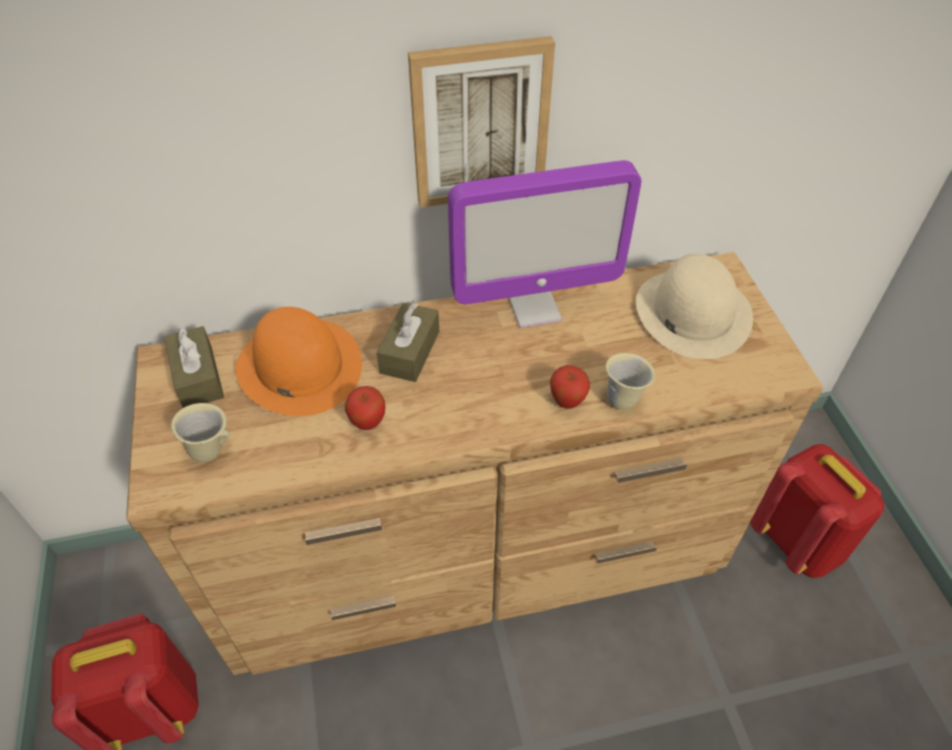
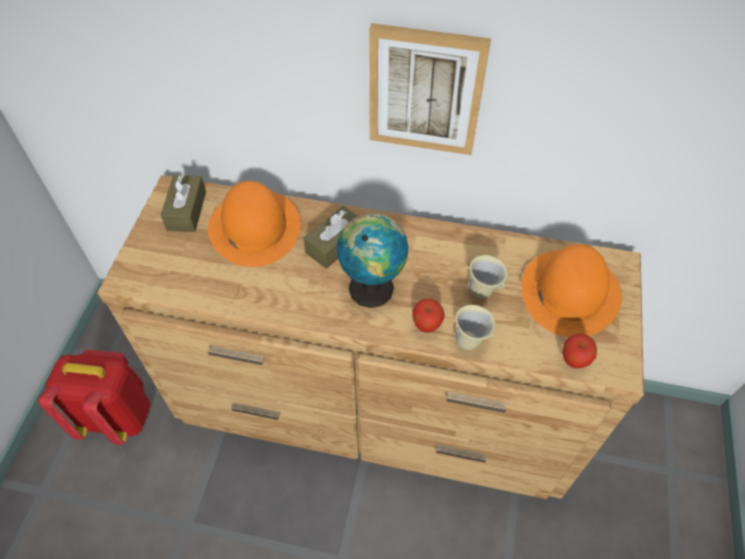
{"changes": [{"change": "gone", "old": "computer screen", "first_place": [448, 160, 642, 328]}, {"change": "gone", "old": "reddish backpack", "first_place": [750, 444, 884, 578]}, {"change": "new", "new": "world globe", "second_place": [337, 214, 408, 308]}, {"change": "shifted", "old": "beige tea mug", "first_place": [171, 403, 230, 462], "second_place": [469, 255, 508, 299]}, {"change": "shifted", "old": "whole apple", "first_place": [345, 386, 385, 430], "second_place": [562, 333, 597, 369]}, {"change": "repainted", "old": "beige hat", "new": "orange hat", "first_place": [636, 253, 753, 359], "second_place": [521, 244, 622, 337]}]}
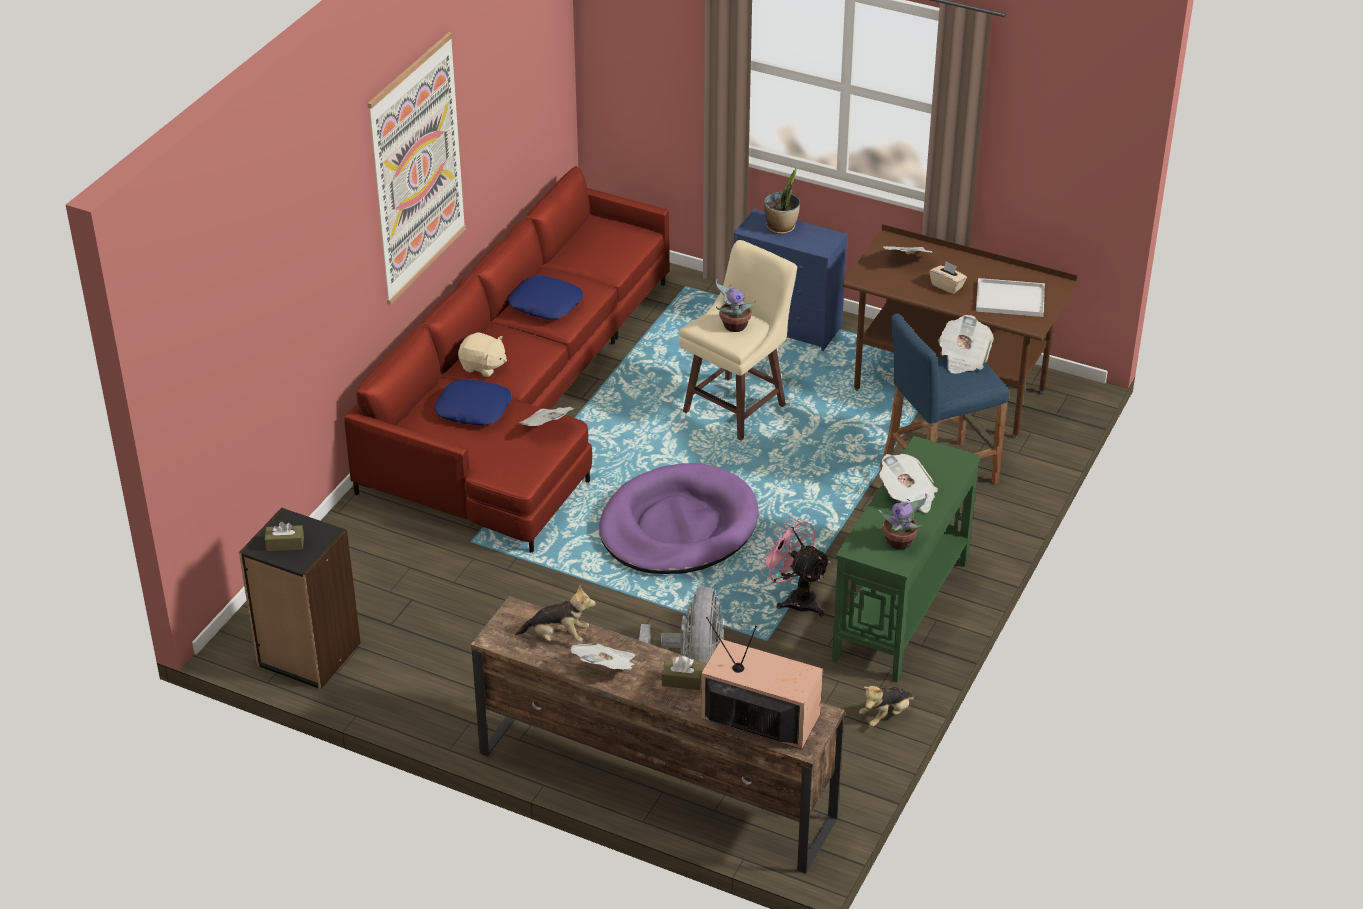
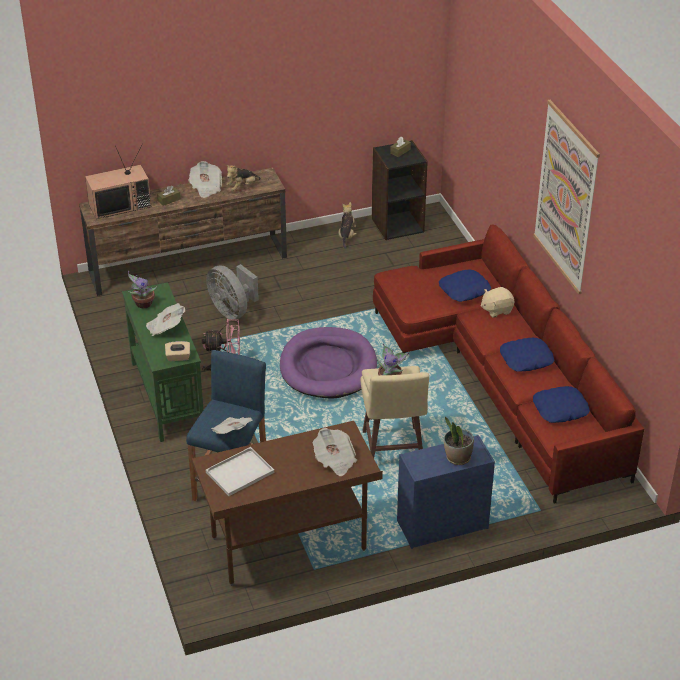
{"changes": [{"change": "gone", "old": "newspaper", "first_place": [519, 407, 574, 426]}, {"change": "new", "new": "bluish cushion", "second_place": [533, 386, 590, 423]}, {"change": "shifted", "old": "cuddly toy", "first_place": [859, 686, 916, 727], "second_place": [338, 202, 357, 249]}, {"change": "shifted", "old": "beige box of tissues", "first_place": [930, 261, 967, 294], "second_place": [165, 341, 190, 361]}]}
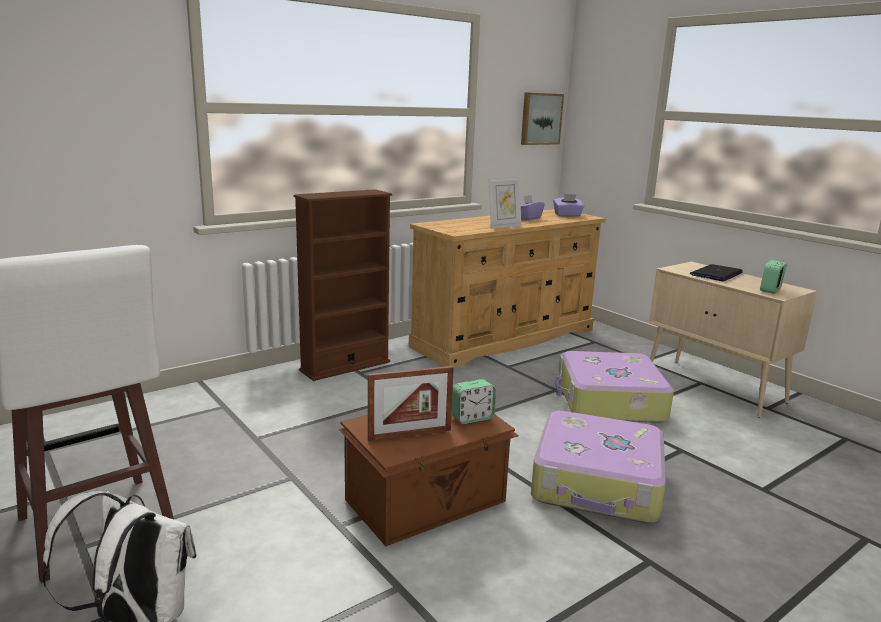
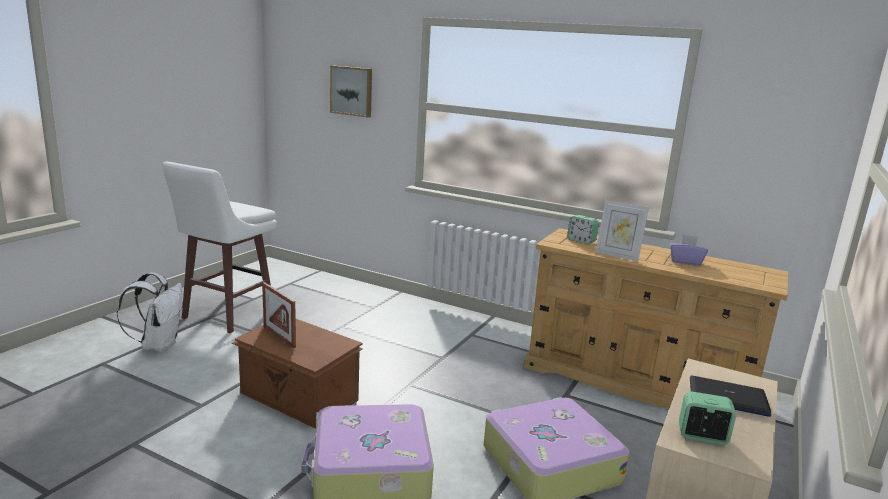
{"changes": [{"change": "gone", "old": "brown-coloured shelving unit", "first_place": [294, 189, 392, 381]}, {"change": "gone", "old": "purple box of tissues", "first_place": [553, 194, 584, 217]}, {"change": "shifted", "old": "table clock", "first_place": [452, 379, 496, 424], "second_place": [567, 215, 599, 244]}, {"change": "shifted", "old": "picture", "first_place": [521, 93, 564, 145], "second_place": [330, 66, 372, 118]}]}
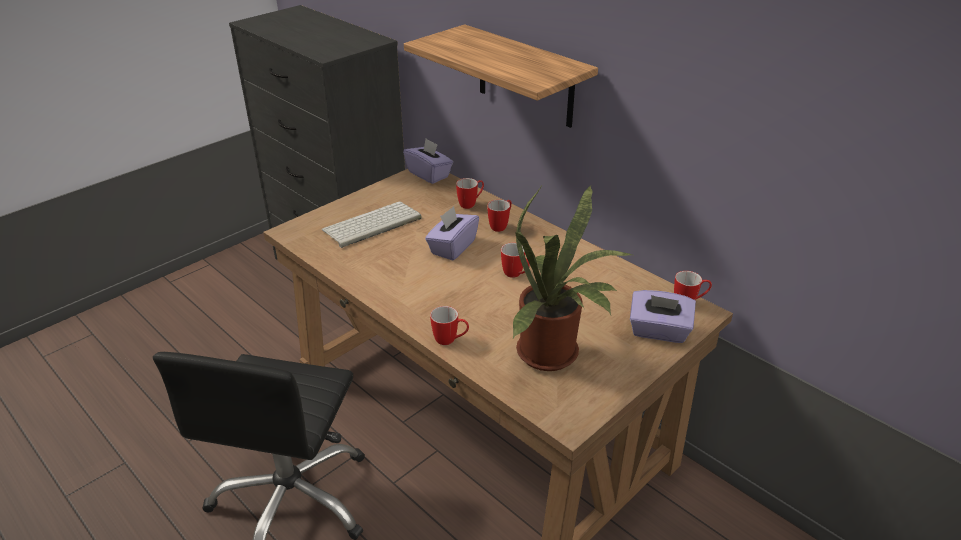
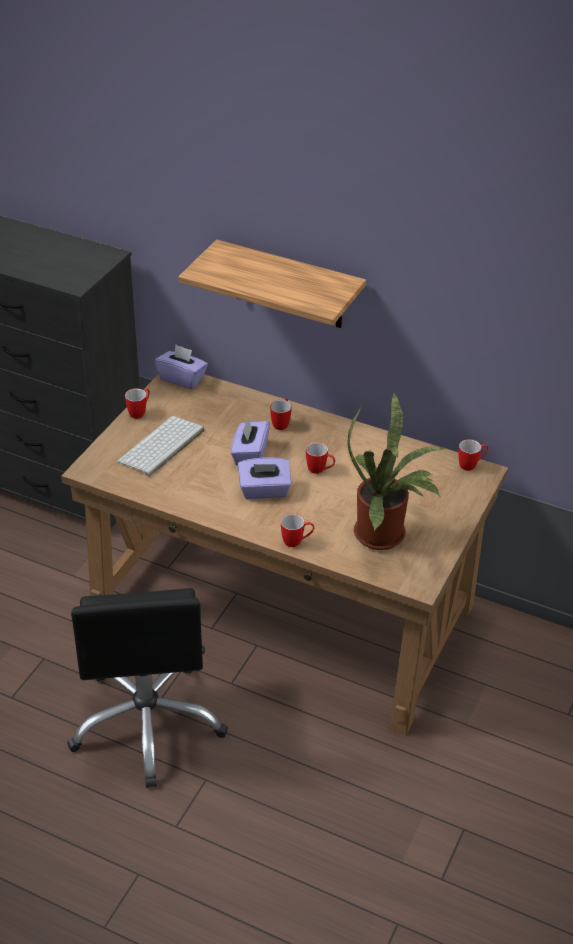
{"changes": [{"change": "shifted", "old": "tea mug", "first_place": [456, 178, 484, 209], "second_place": [125, 388, 150, 419]}, {"change": "shifted", "old": "purple box of tissues", "first_place": [630, 290, 696, 343], "second_place": [238, 458, 291, 499]}]}
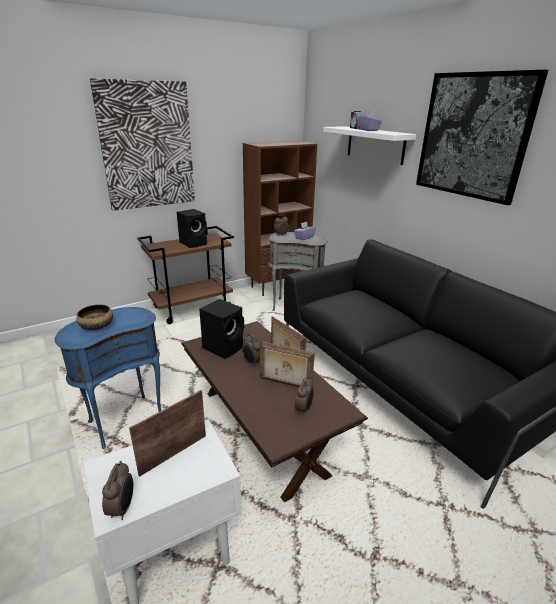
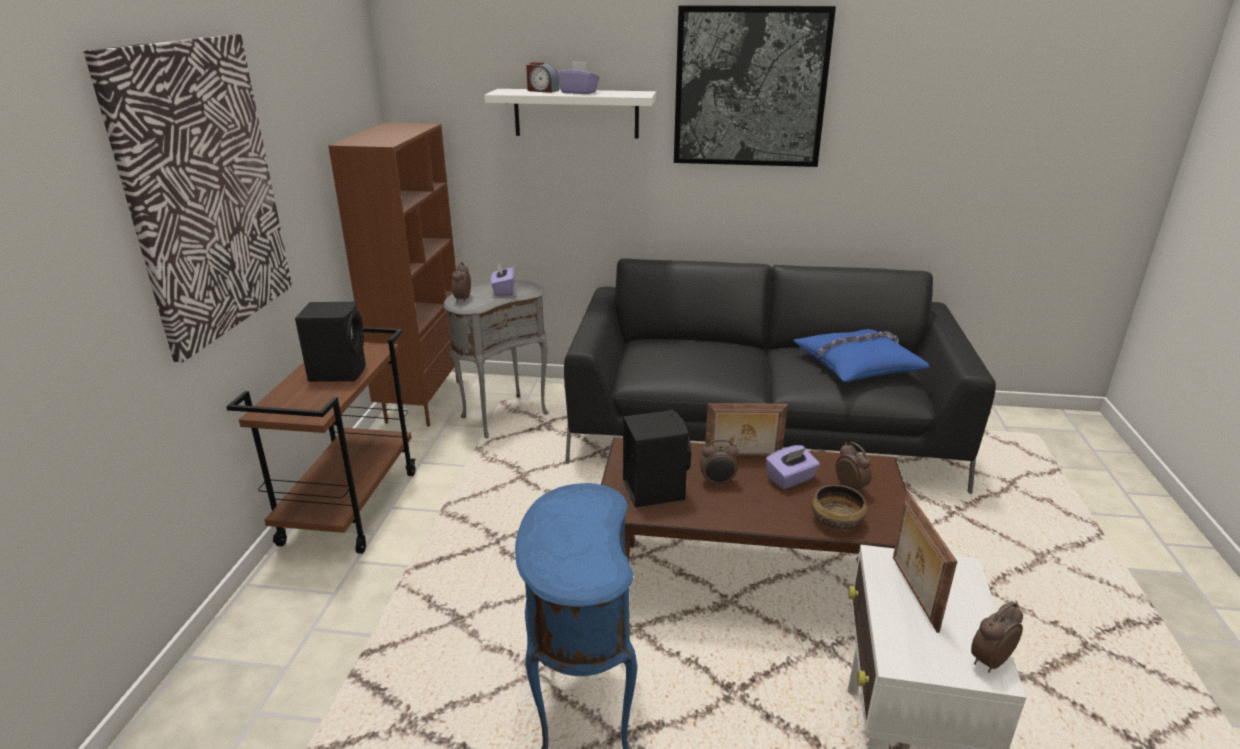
{"changes": [{"change": "new", "new": "bluish cushion", "second_place": [793, 329, 929, 382]}, {"change": "shifted", "old": "bowl", "first_place": [76, 304, 113, 330], "second_place": [812, 485, 867, 530]}, {"change": "swapped", "old": "picture frame", "new": "purple box of tissues", "first_place": [260, 341, 315, 387], "second_place": [765, 445, 820, 489]}, {"change": "rotated", "old": "table clock", "first_place": [102, 461, 133, 520], "second_place": [971, 602, 1023, 673], "degrees": -75}]}
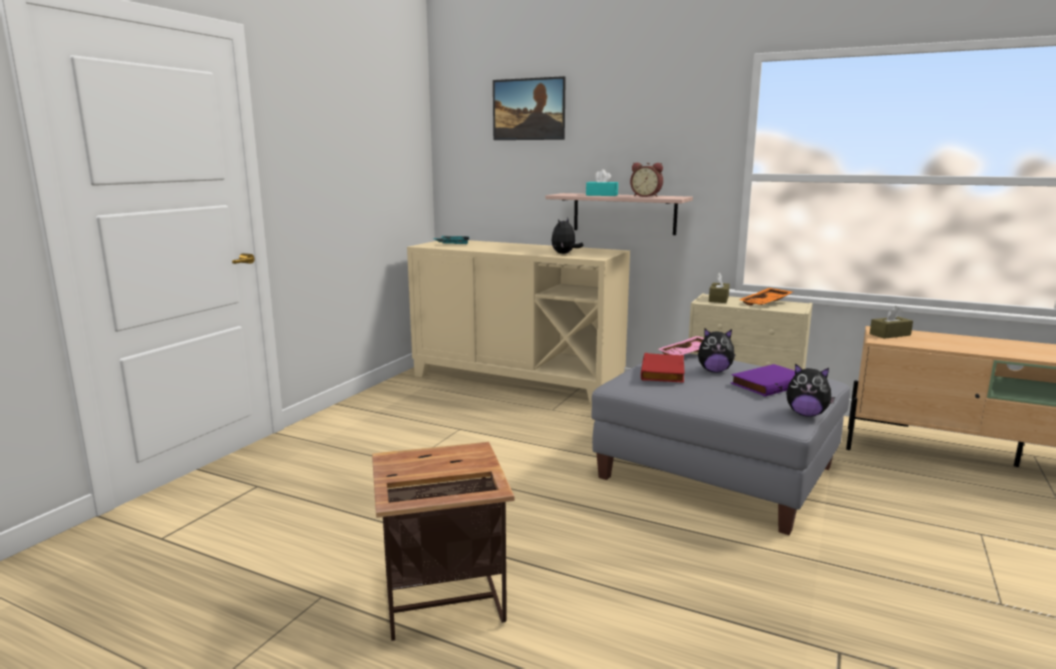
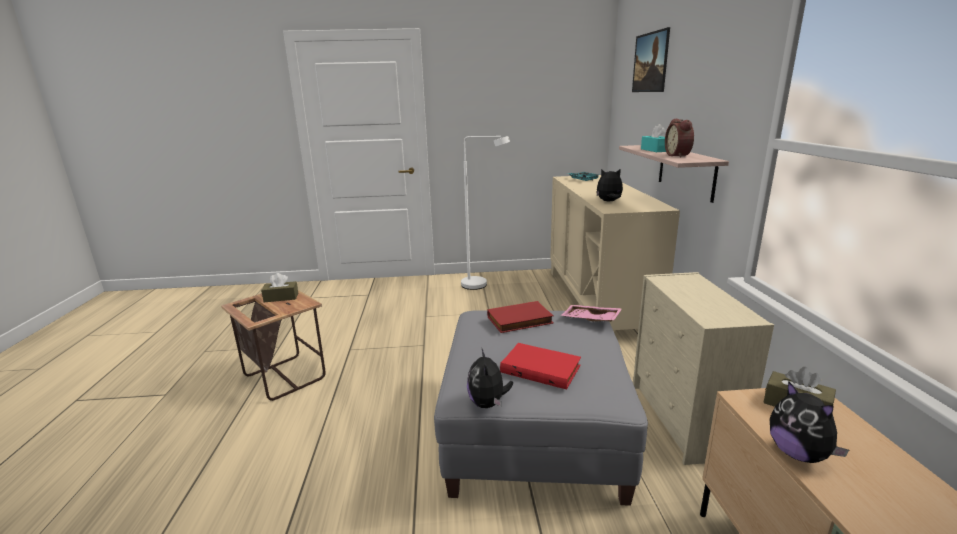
{"changes": [{"change": "gone", "old": "orange serving tray", "first_place": [739, 288, 793, 306]}, {"change": "new", "new": "white-coloured standing lamp", "second_place": [461, 136, 510, 290]}, {"change": "shifted", "old": "cuddly toy", "first_place": [698, 329, 736, 372], "second_place": [770, 381, 849, 463]}, {"change": "shifted", "old": "brown-coloured box of tissues", "first_place": [709, 272, 730, 303], "second_place": [261, 273, 298, 302]}, {"change": "repainted", "old": "purple bound book", "new": "reddish bound book", "first_place": [731, 364, 795, 396], "second_place": [500, 343, 581, 389]}]}
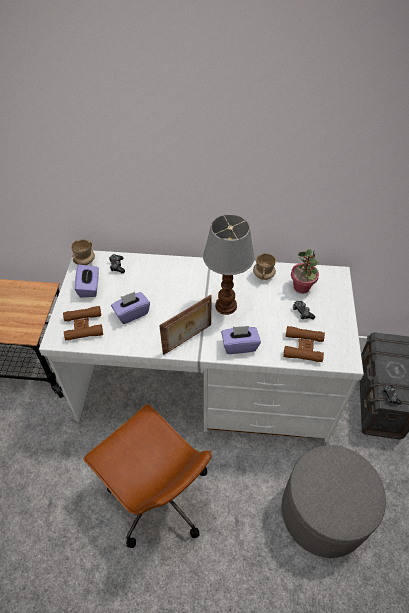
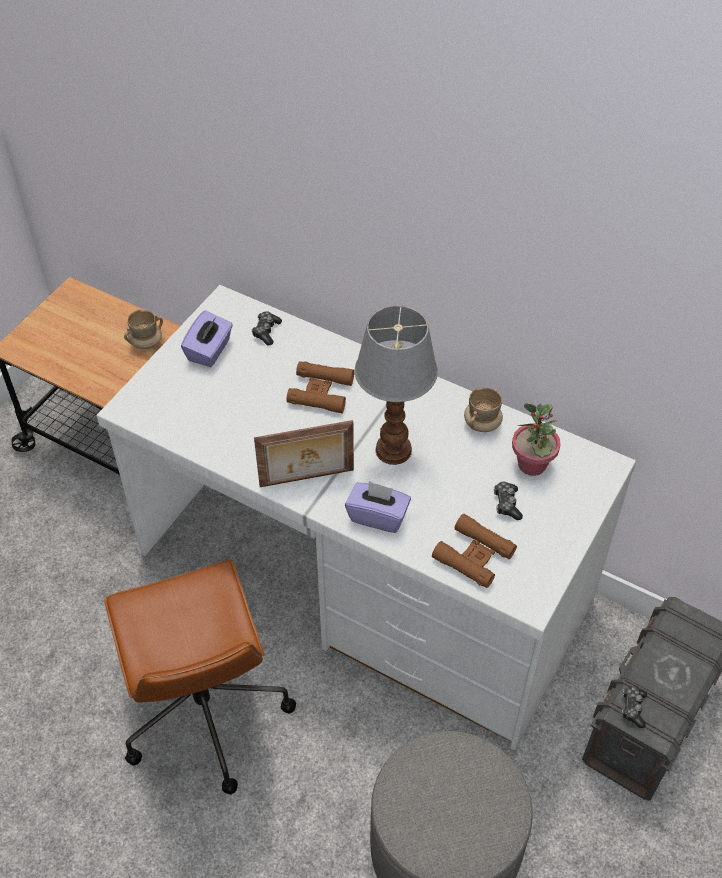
{"changes": [{"change": "gone", "old": "purple box of tissues", "first_place": [111, 292, 150, 324]}, {"change": "shifted", "old": "brown-coloured pair of binoculars", "first_place": [63, 306, 103, 340], "second_place": [286, 361, 354, 413]}, {"change": "shifted", "old": "beige tea mug", "first_place": [71, 239, 95, 265], "second_place": [124, 309, 163, 349]}]}
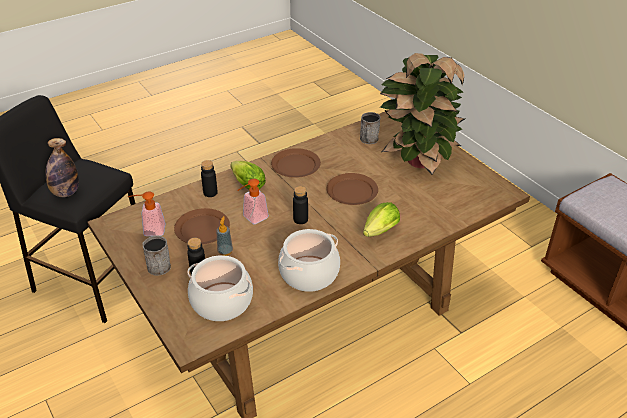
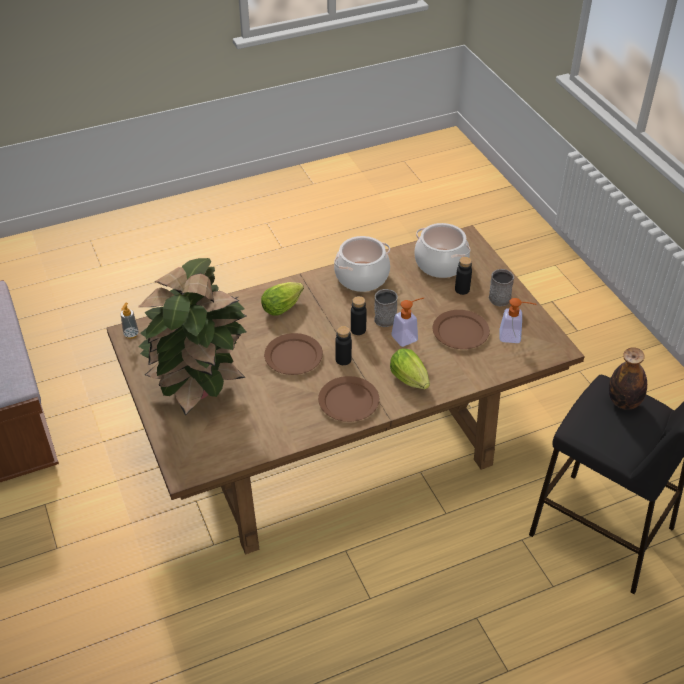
{"changes": [{"change": "shifted", "old": "blackish beverage bottle", "first_place": [201, 160, 218, 197], "second_place": [335, 326, 352, 365]}, {"change": "shifted", "old": "soap bottle", "first_place": [216, 216, 233, 256], "second_place": [121, 303, 139, 339]}, {"change": "shifted", "old": "gray tea mug", "first_place": [360, 112, 380, 144], "second_place": [374, 289, 398, 327]}]}
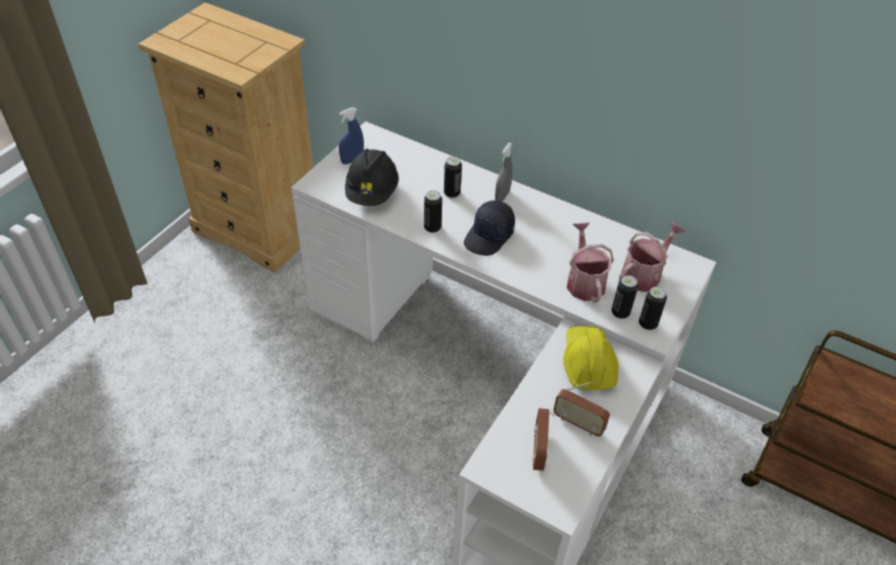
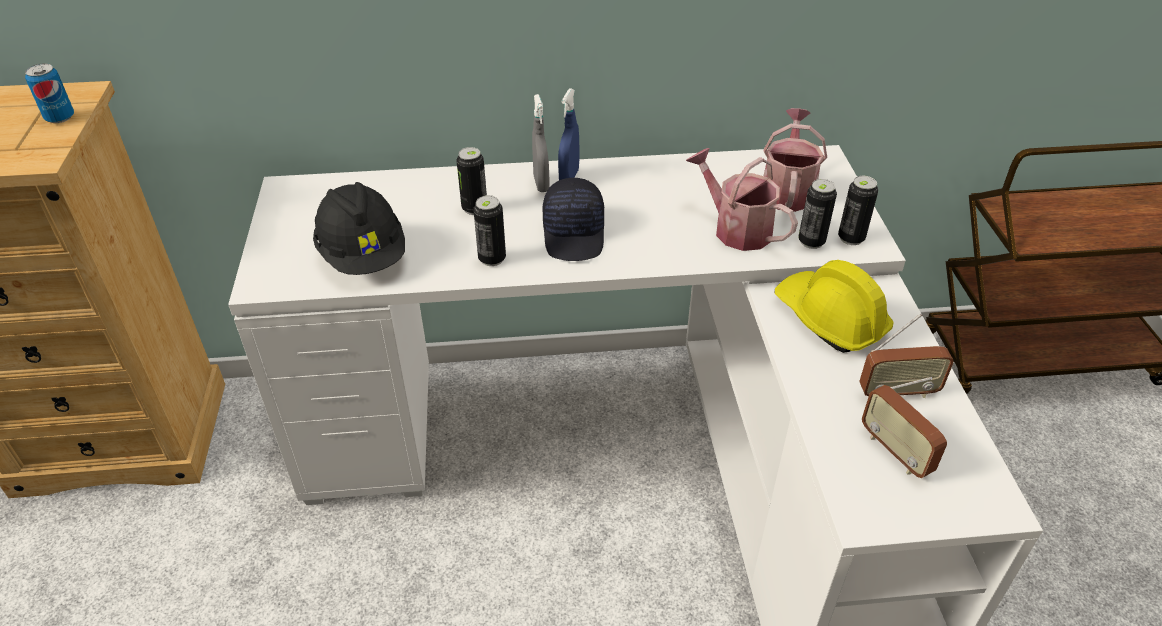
{"changes": [{"change": "new", "new": "sealed can", "second_place": [25, 63, 74, 123]}, {"change": "shifted", "old": "bluish sprayer", "first_place": [339, 107, 364, 164], "second_place": [558, 88, 579, 180]}]}
